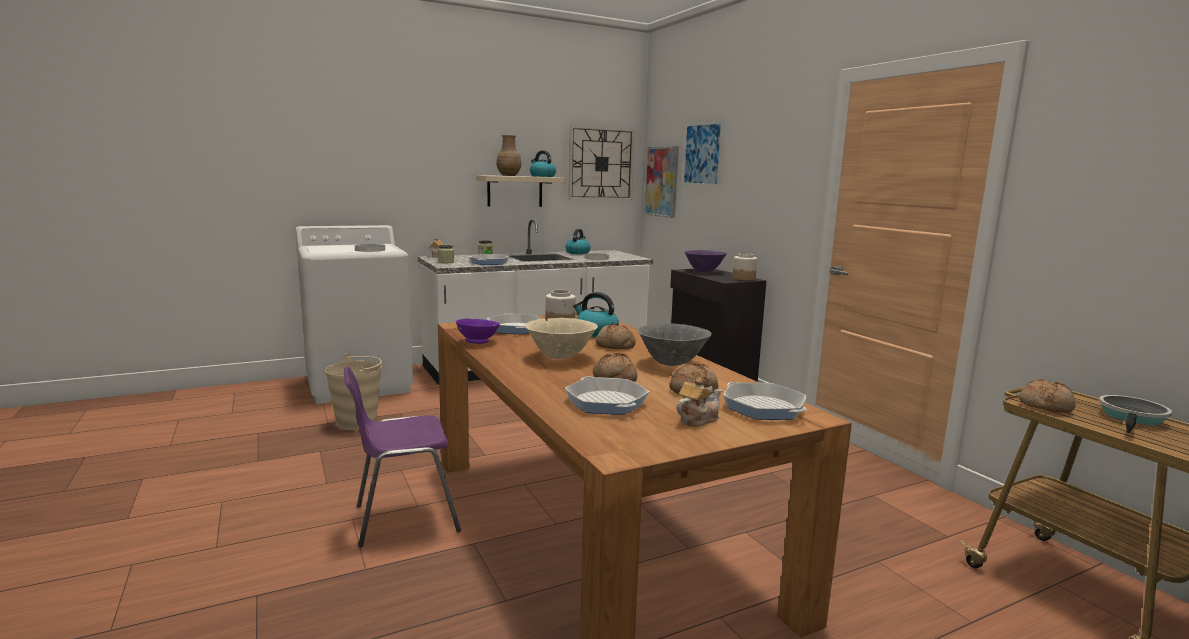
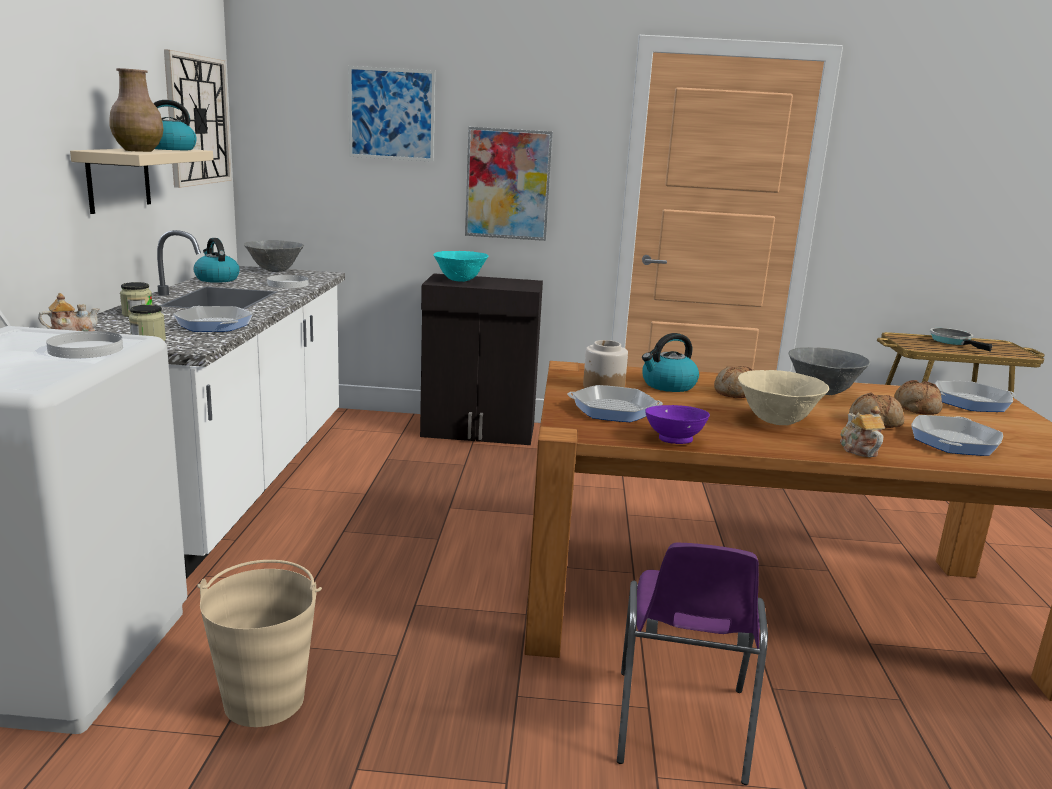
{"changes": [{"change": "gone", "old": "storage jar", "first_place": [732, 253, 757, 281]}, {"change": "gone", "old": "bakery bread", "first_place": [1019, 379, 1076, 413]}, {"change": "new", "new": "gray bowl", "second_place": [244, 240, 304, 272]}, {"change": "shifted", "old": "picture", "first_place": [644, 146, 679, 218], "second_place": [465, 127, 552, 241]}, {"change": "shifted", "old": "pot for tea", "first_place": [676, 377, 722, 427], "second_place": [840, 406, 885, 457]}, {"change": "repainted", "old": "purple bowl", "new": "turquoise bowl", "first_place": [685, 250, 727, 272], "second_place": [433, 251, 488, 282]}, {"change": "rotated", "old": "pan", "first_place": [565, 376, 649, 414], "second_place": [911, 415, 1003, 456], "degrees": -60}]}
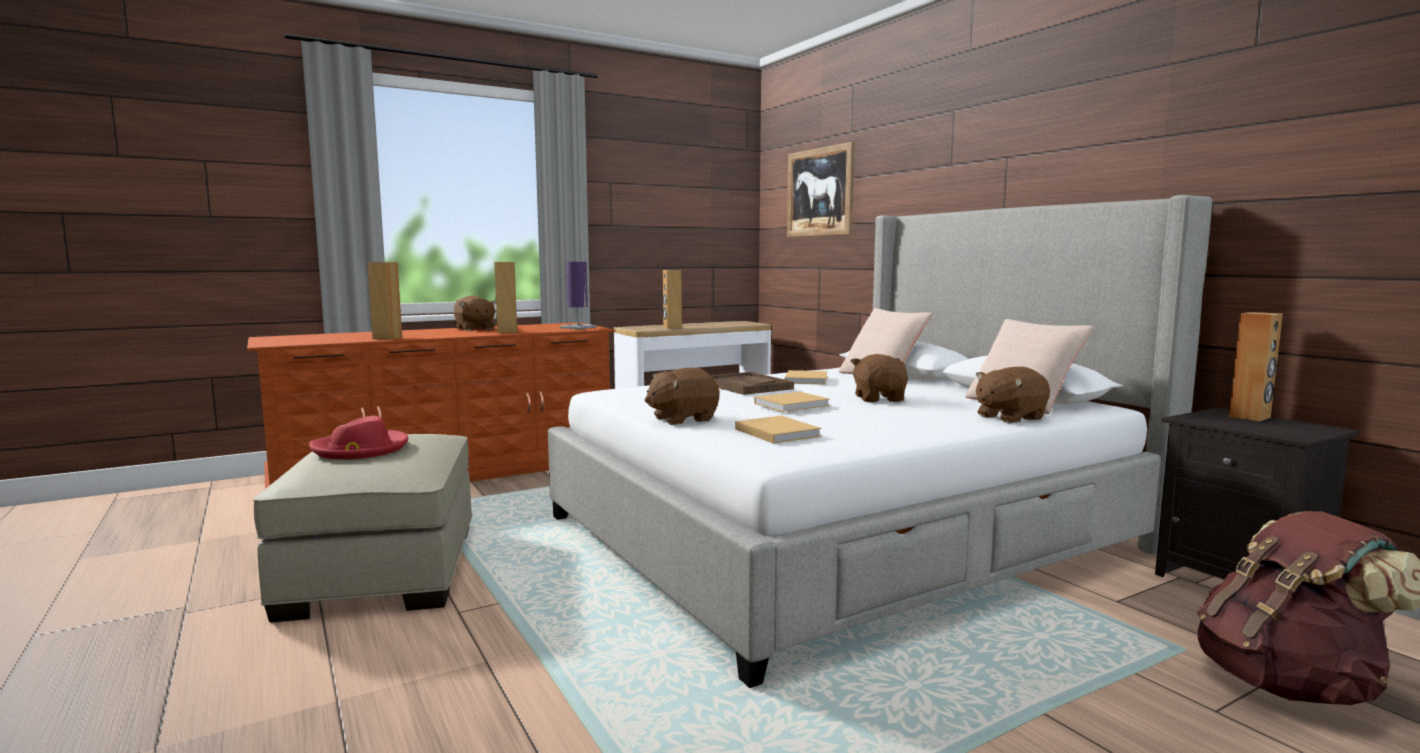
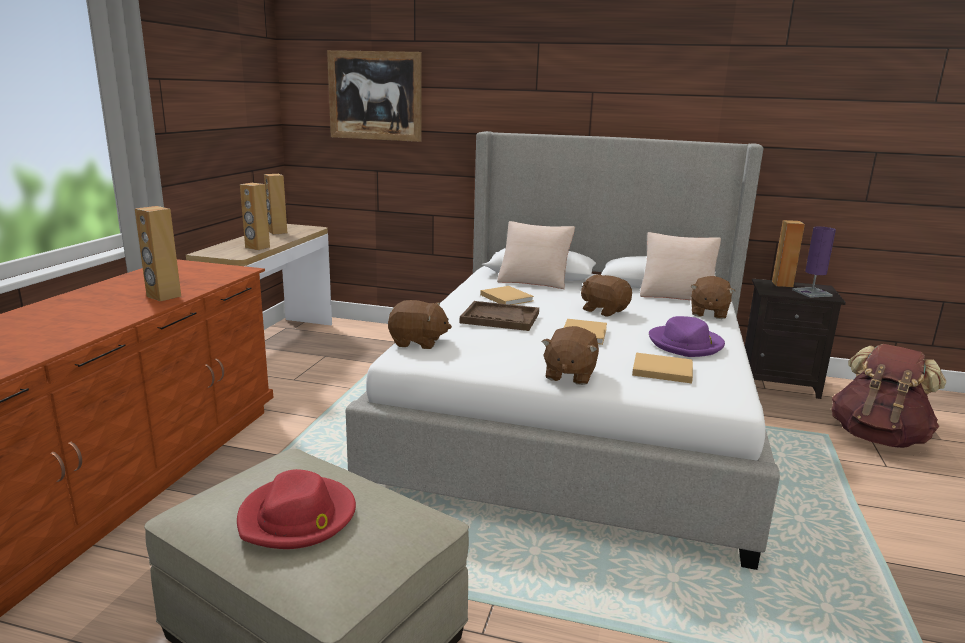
{"changes": [{"change": "new", "new": "purple hat", "second_place": [649, 316, 725, 357]}, {"change": "shifted", "old": "brown-coloured loudspeaker", "first_place": [367, 262, 402, 340], "second_place": [264, 174, 287, 235]}, {"change": "shifted", "old": "brown-coloured cuddly toy", "first_place": [453, 296, 496, 331], "second_place": [388, 300, 452, 349]}, {"change": "shifted", "old": "purple table lamp", "first_place": [560, 262, 597, 329], "second_place": [792, 227, 836, 298]}]}
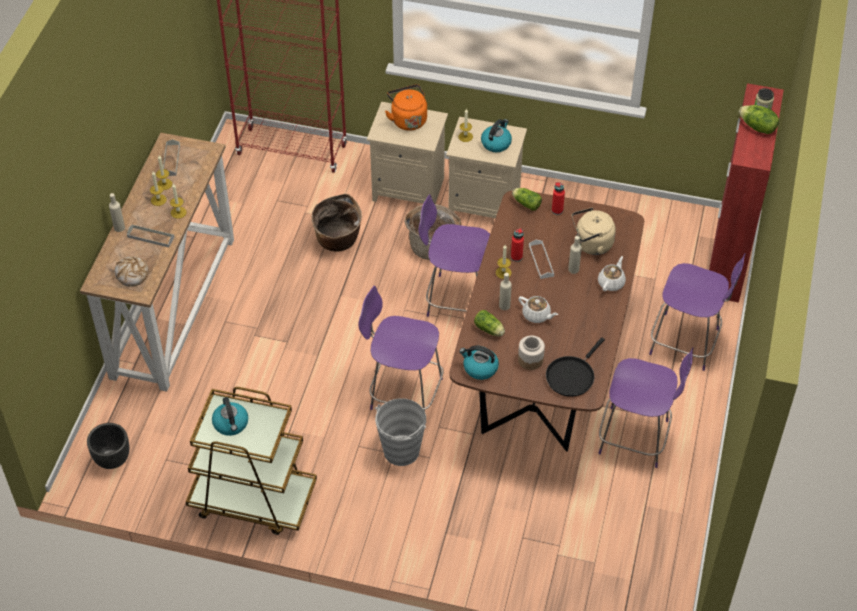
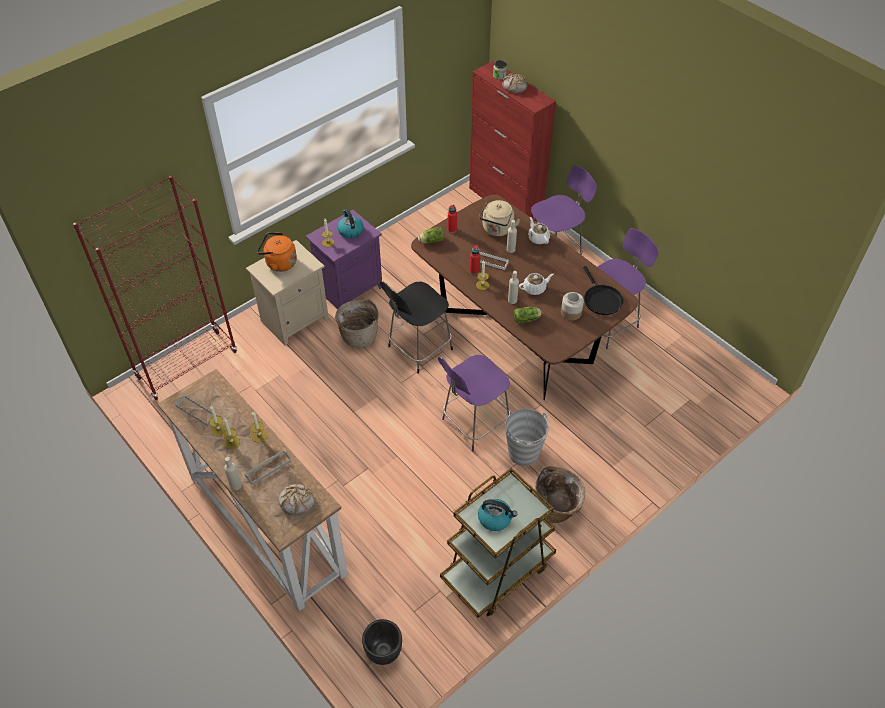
{"changes": [{"change": "gone", "old": "tea kettle", "first_place": [459, 346, 499, 380]}, {"change": "shifted", "old": "household basket", "first_place": [312, 194, 362, 252], "second_place": [535, 466, 585, 523]}, {"change": "swapped", "old": "head of lettuce", "new": "bakery bread", "first_place": [739, 105, 779, 134], "second_place": [502, 73, 528, 93]}, {"change": "repainted", "old": "purple chair", "new": "blackish chair", "first_place": [419, 194, 490, 317], "second_place": [380, 281, 453, 374]}, {"change": "repainted", "old": "beige bedside table", "new": "purple bedside table", "first_place": [446, 117, 527, 218], "second_place": [306, 210, 382, 309]}]}
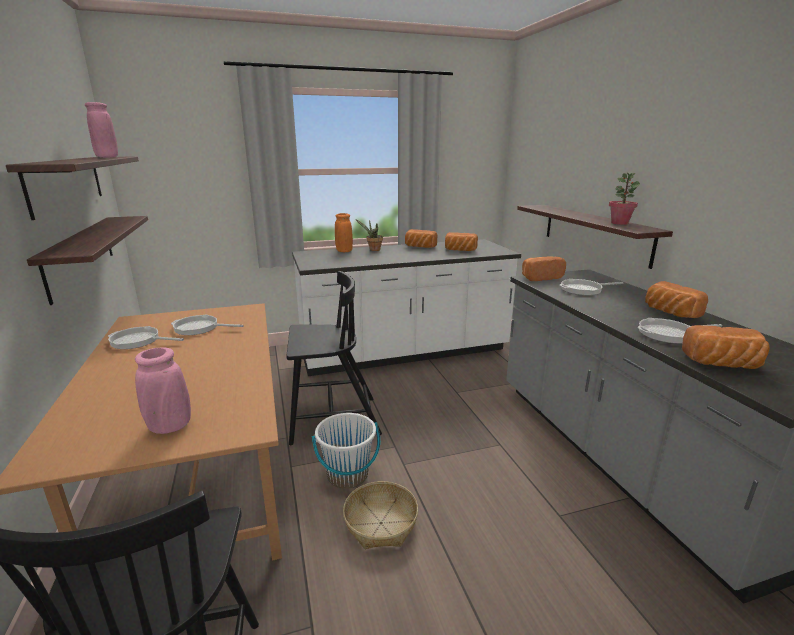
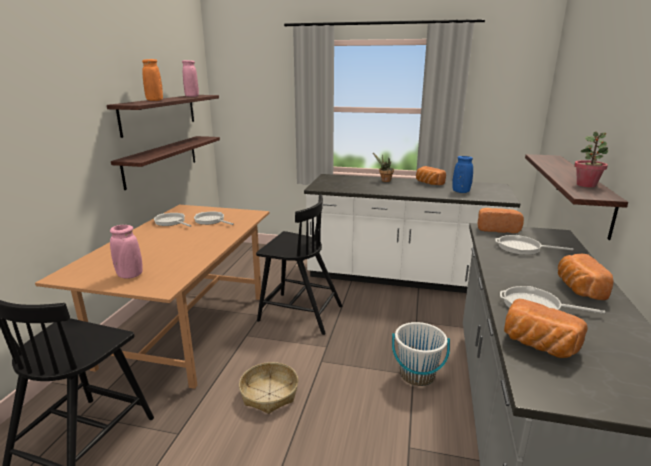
{"changes": [{"change": "shifted", "old": "white-coloured pail", "first_place": [312, 413, 380, 489], "second_place": [392, 322, 450, 386]}, {"change": "shifted", "old": "orange decorative vase", "first_place": [335, 213, 353, 252], "second_place": [142, 59, 163, 101]}, {"change": "swapped", "old": "bakery bread", "new": "bluish decorative vase", "first_place": [445, 232, 478, 251], "second_place": [452, 156, 473, 193]}]}
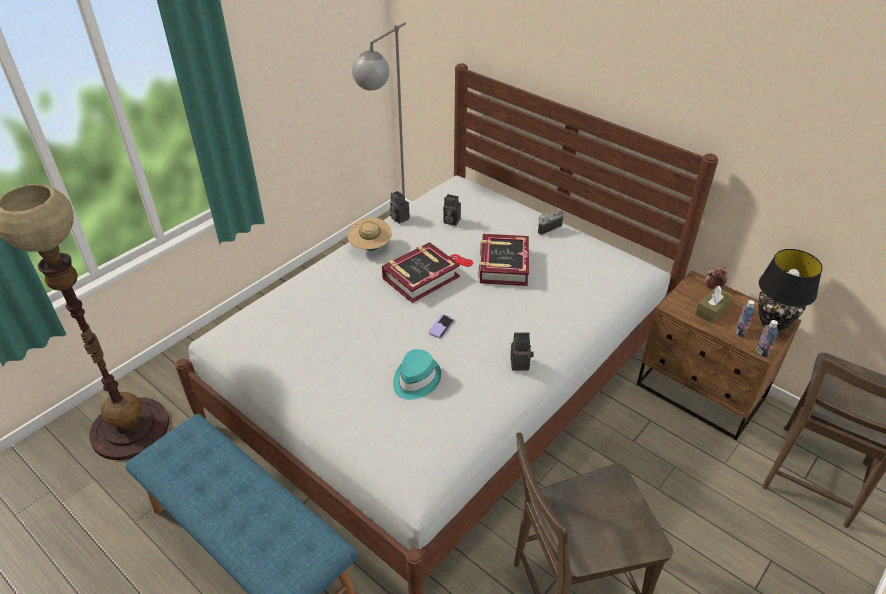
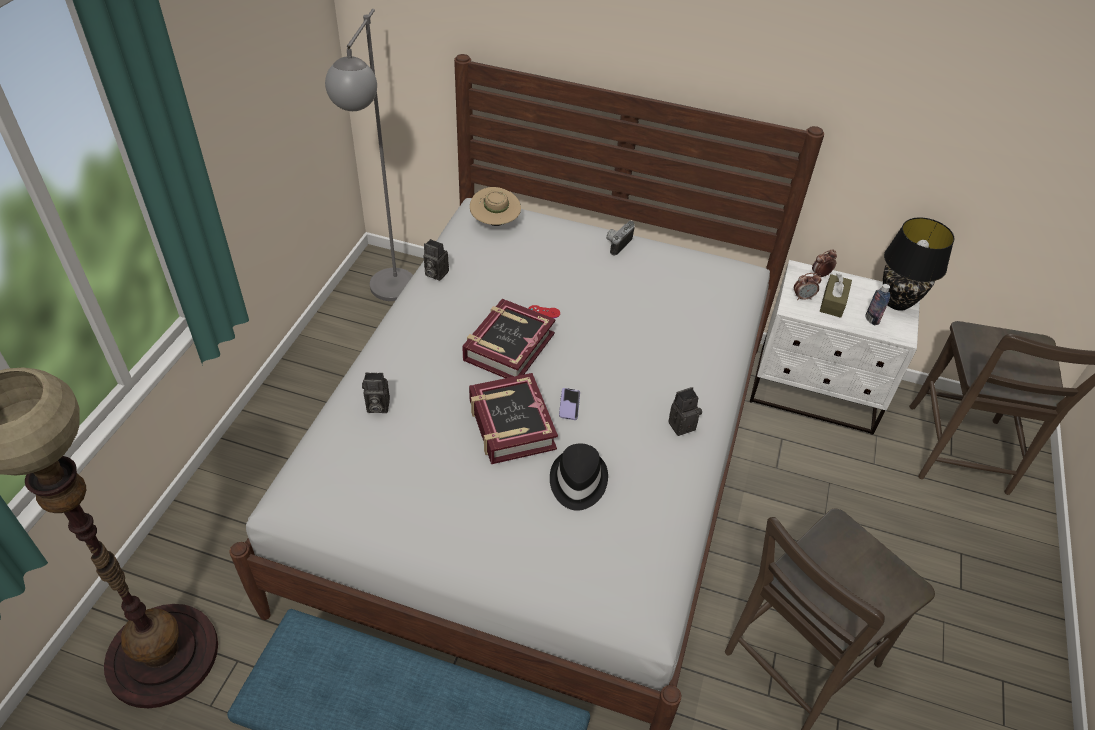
{"changes": [{"change": "gone", "old": "beverage bottle", "first_place": [756, 320, 778, 357]}, {"change": "new", "new": "table clock", "second_place": [794, 273, 821, 300]}, {"change": "shifted", "old": "beige hat", "first_place": [348, 217, 392, 251], "second_place": [470, 187, 521, 226]}, {"change": "shifted", "old": "photo camera", "first_place": [443, 194, 461, 226], "second_place": [362, 372, 390, 413]}, {"change": "shifted", "old": "bound book", "first_place": [478, 234, 529, 286], "second_place": [469, 373, 558, 464]}, {"change": "repainted", "old": "turquoise hat", "new": "blackish hat", "first_place": [393, 349, 441, 400], "second_place": [550, 443, 608, 511]}, {"change": "repainted", "old": "brown-coloured bedside table", "new": "white-coloured bedside table", "first_place": [637, 271, 802, 440], "second_place": [750, 260, 920, 435]}]}
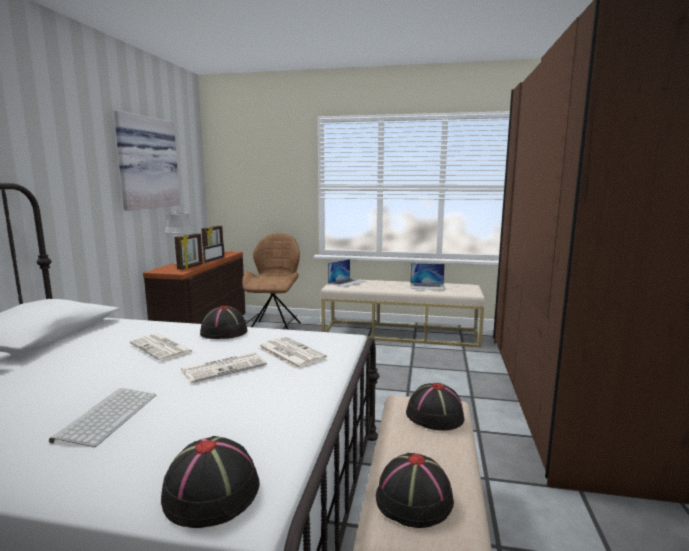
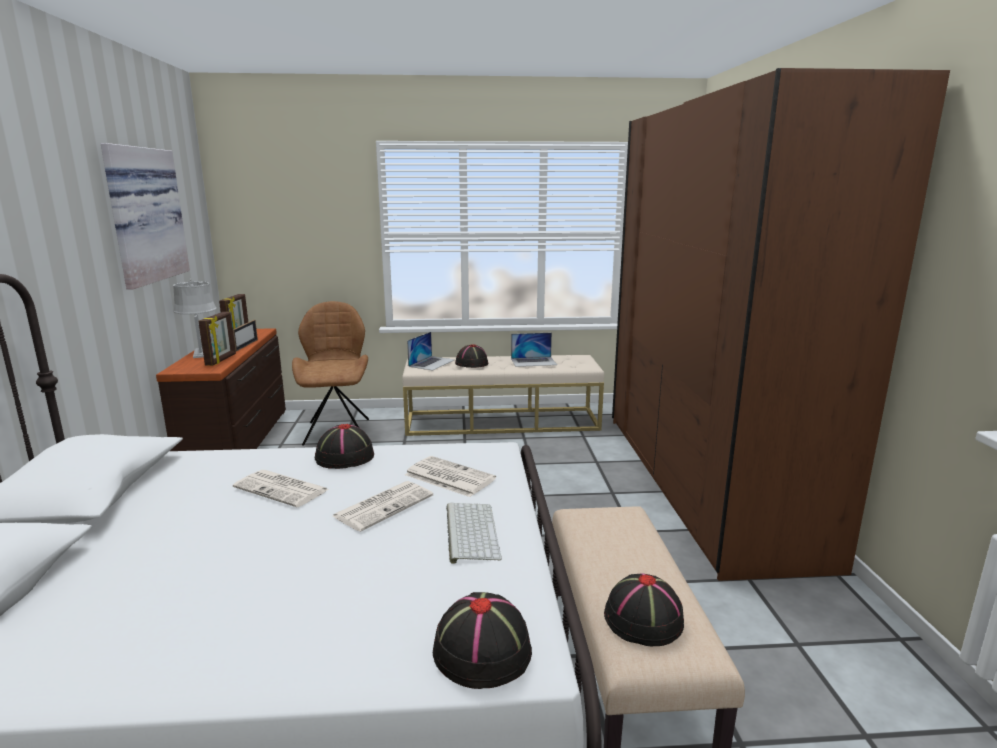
{"changes": [{"change": "shifted", "old": "keyboard", "first_place": [49, 388, 156, 447], "second_place": [446, 503, 502, 564]}, {"change": "shifted", "old": "blackish hat", "first_place": [406, 383, 464, 431], "second_place": [455, 344, 488, 368]}]}
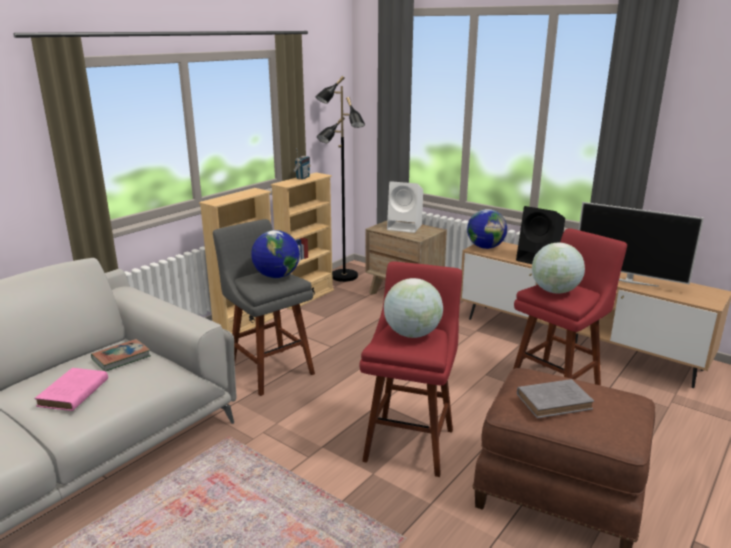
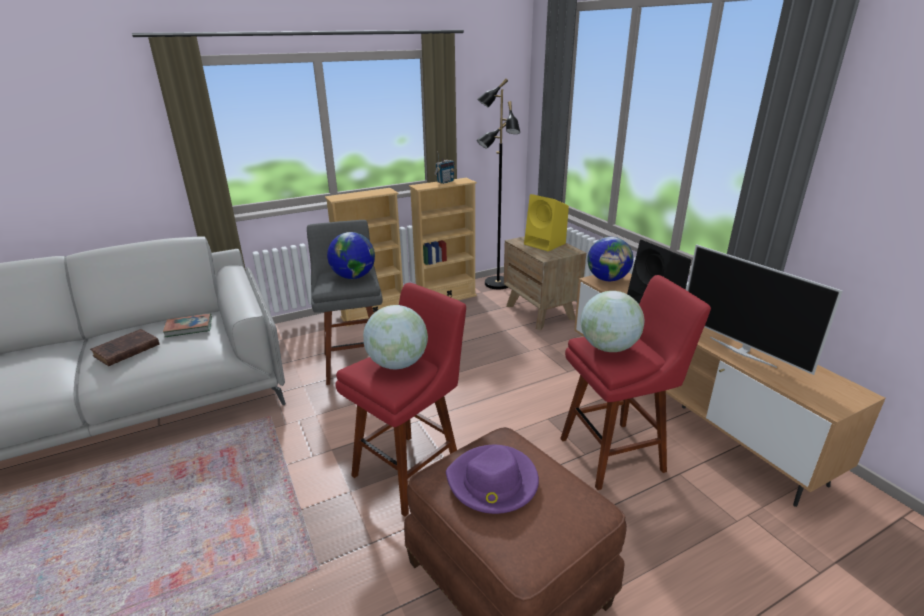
{"changes": [{"change": "swapped", "old": "gray bound book", "new": "purple hat", "first_place": [517, 379, 594, 418], "second_place": [446, 445, 539, 514]}, {"change": "repainted", "old": "pinkish bound book", "new": "brown-coloured bound book", "first_place": [34, 368, 108, 411], "second_place": [90, 329, 159, 366]}, {"change": "repainted", "old": "white-coloured loudspeaker", "new": "yellow-coloured loudspeaker", "first_place": [387, 181, 423, 233], "second_place": [524, 194, 569, 251]}]}
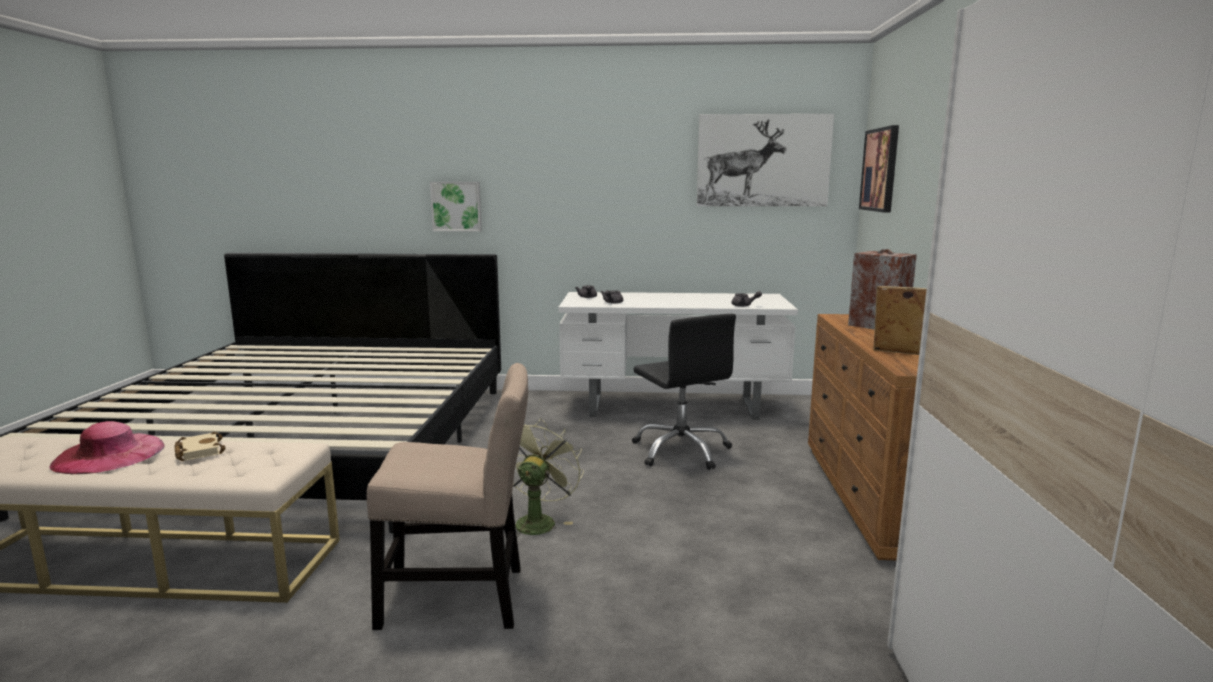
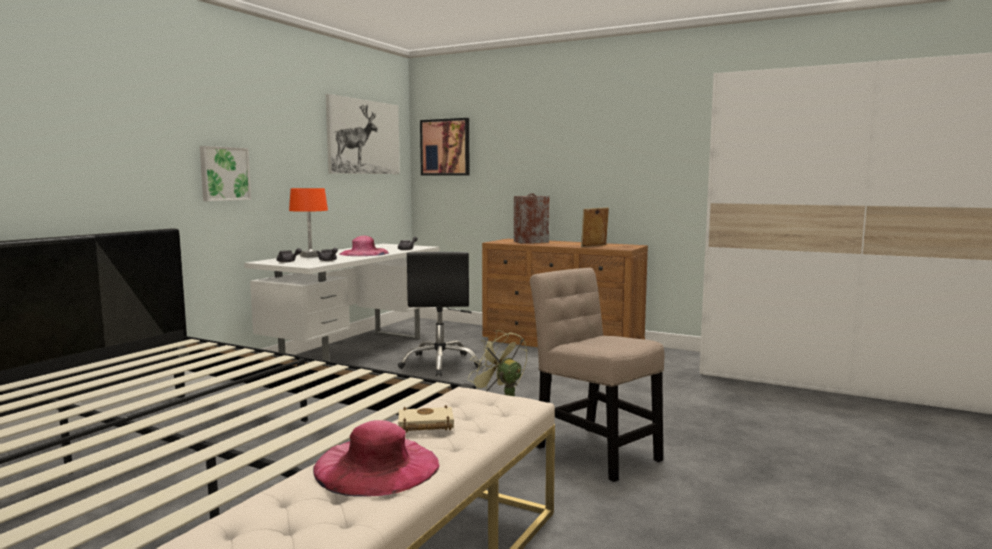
{"changes": [{"change": "new", "new": "orange table lamp", "second_place": [289, 188, 328, 258]}, {"change": "new", "new": "pinkish hat", "second_place": [340, 236, 389, 256]}, {"change": "shifted", "old": "picture", "first_place": [430, 182, 482, 231], "second_place": [200, 146, 251, 201]}, {"change": "rotated", "old": "beige chair", "first_place": [367, 363, 528, 630], "second_place": [530, 268, 664, 482], "degrees": -60}, {"change": "rotated", "old": "blackish office chair", "first_place": [632, 314, 736, 470], "second_place": [398, 252, 482, 376], "degrees": 90}]}
